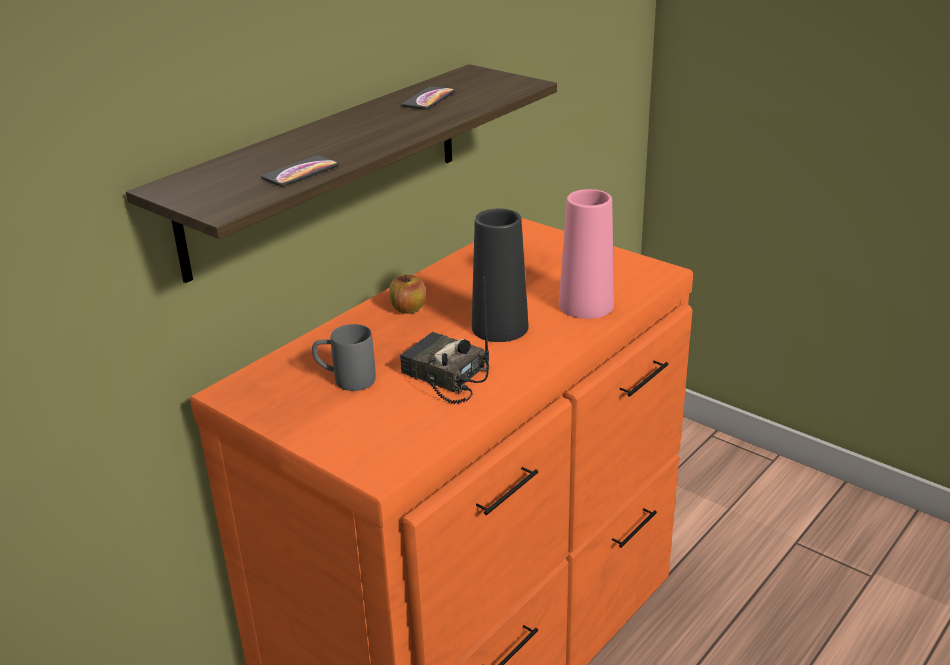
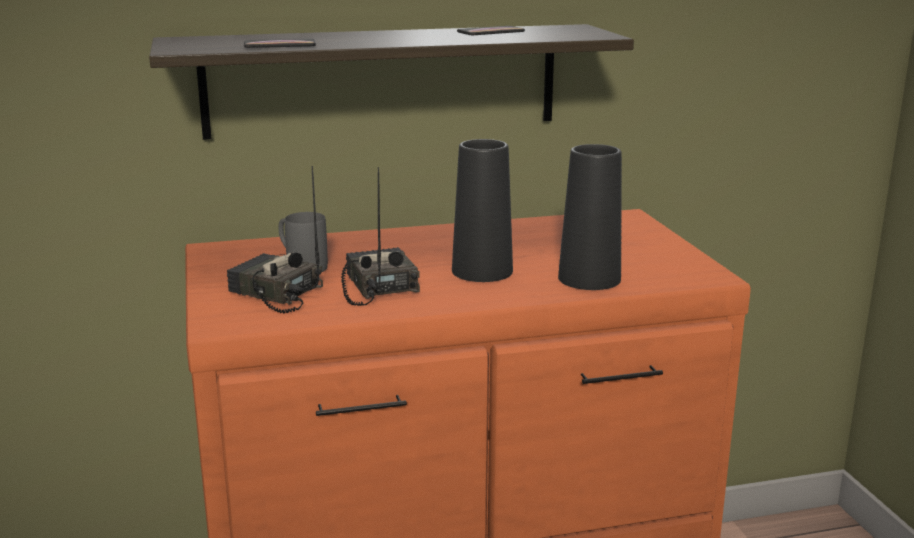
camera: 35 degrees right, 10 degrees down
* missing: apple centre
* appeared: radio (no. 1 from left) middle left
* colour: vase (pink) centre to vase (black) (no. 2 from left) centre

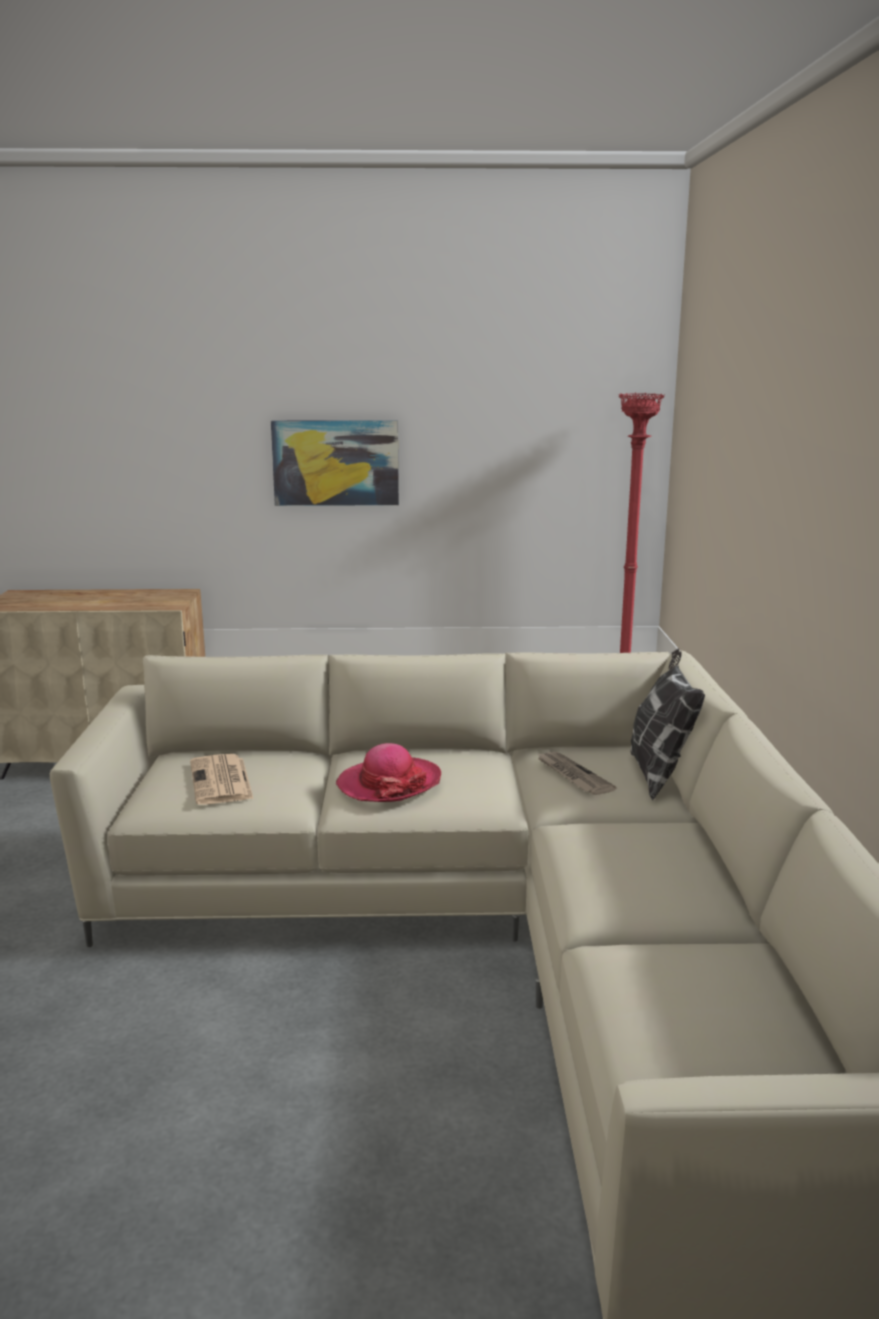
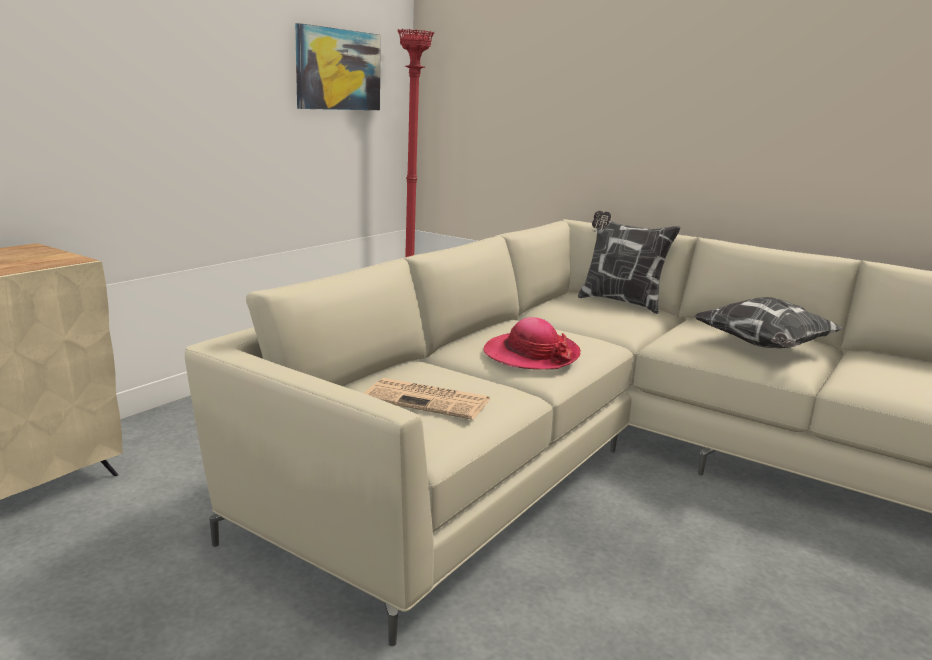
camera: 55 degrees left, 0 degrees up
* missing: newspaper (no. 2 from left) centre
* appeared: pillow (no. 2 from left) middle right
* relocated: picture centre to top centre

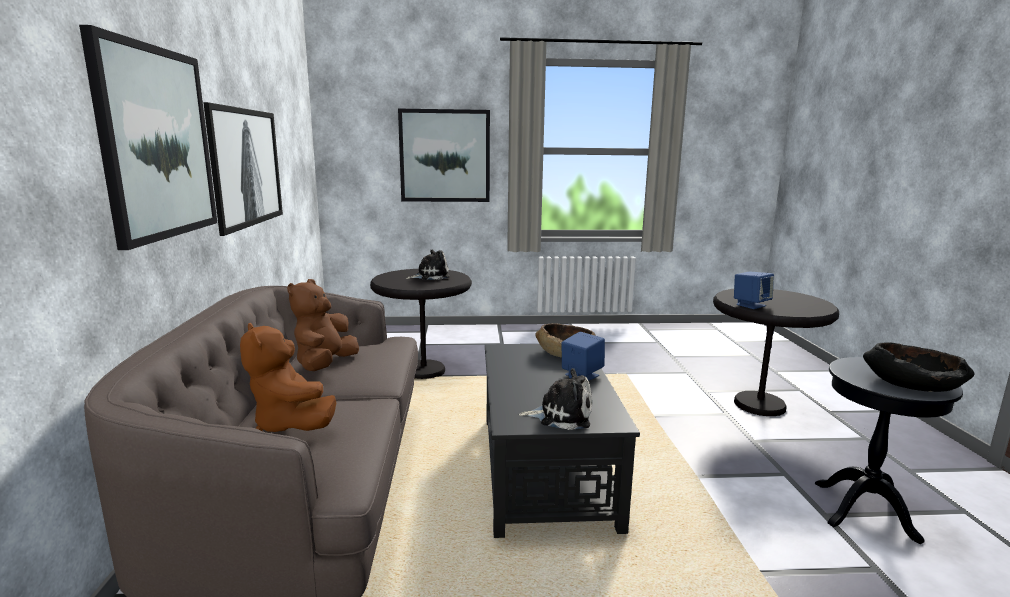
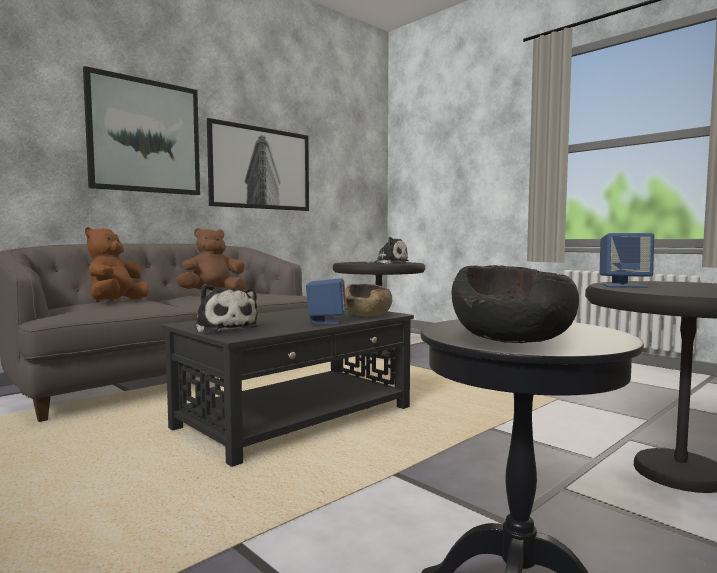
camera: 50 degrees right, 10 degrees down
* missing: picture (no. 3 from left) top centre

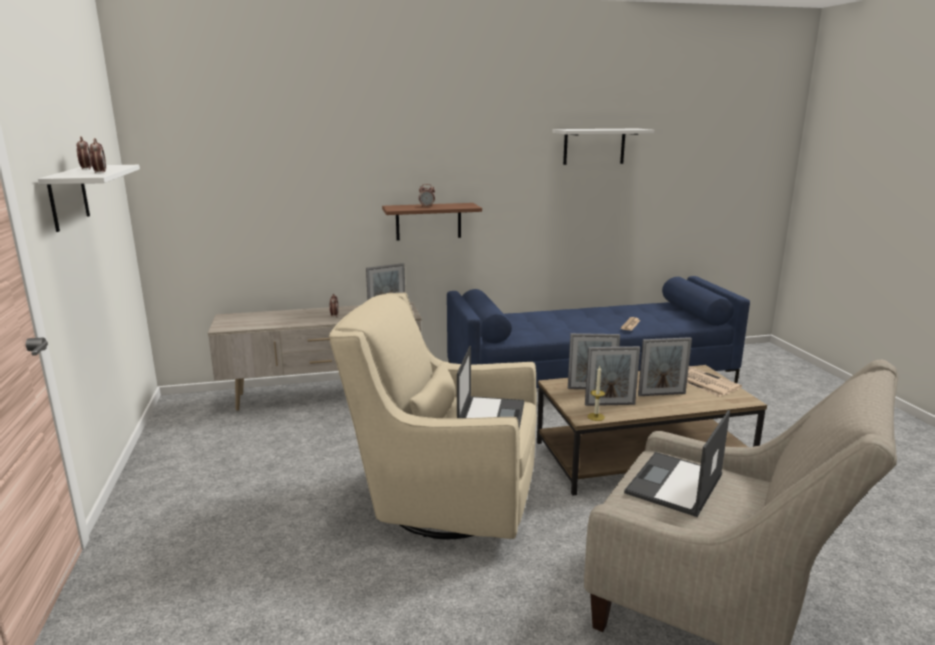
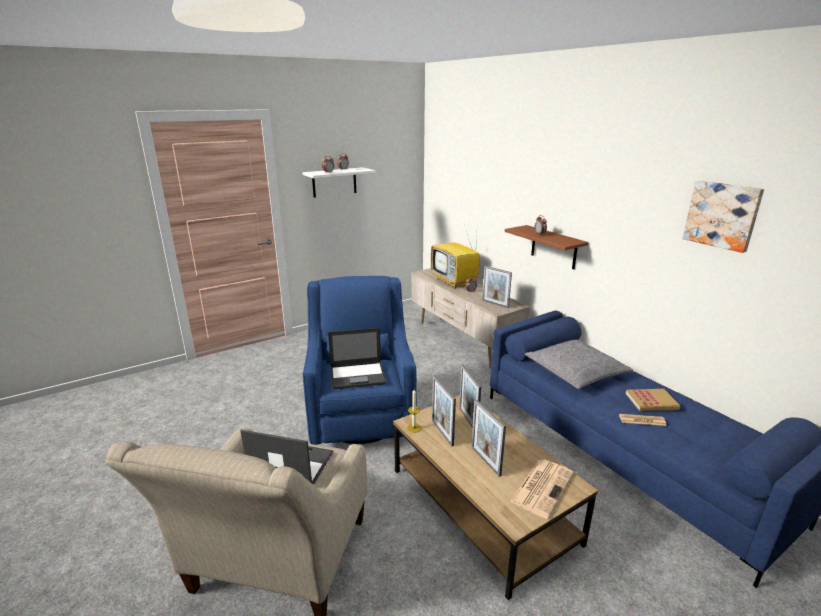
camera: 70 degrees right, 5 degrees up
* appeared: television centre
* appeared: pillow (grey) middle right
* appeared: book middle right
* exchanged: shelf (white) (no. 2 from left) top centre to picture middle right
* colour: armchair (beige) (no. 1 from left) centre to armchair (blue) centre

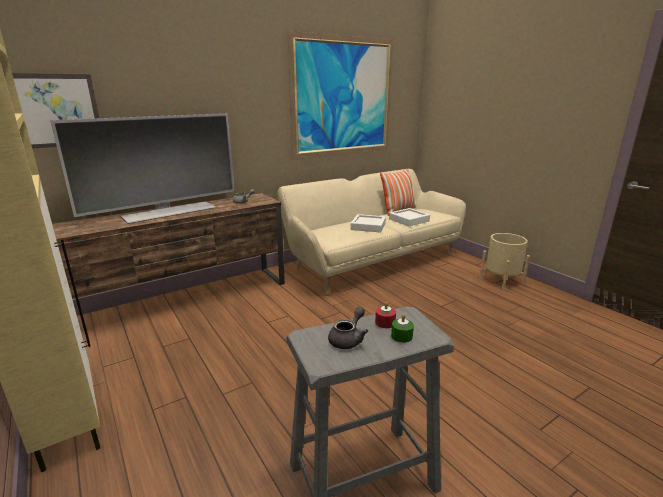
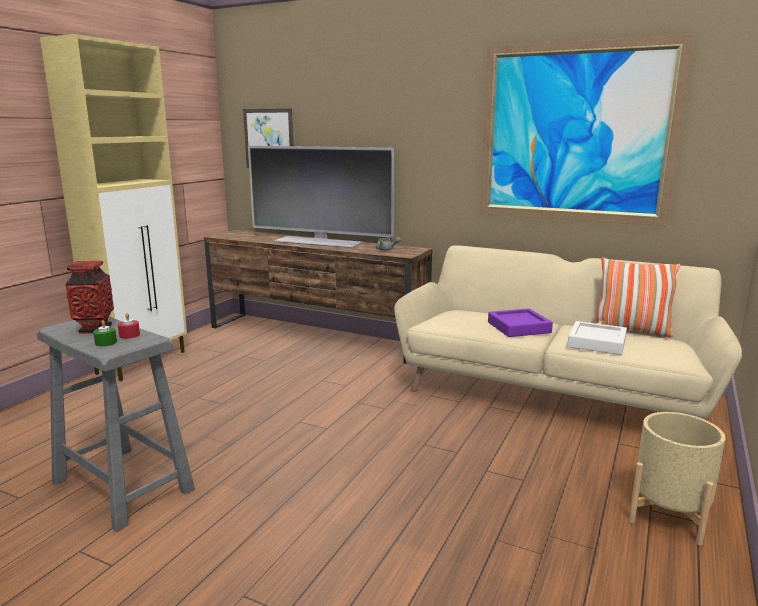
camera: 60 degrees right, 5 degrees down
* exchanged: teapot (grey) (no. 2 from left) centre to vase middle left
* colour: tray (white) (no. 1 from left) centre to tray (purple) middle right

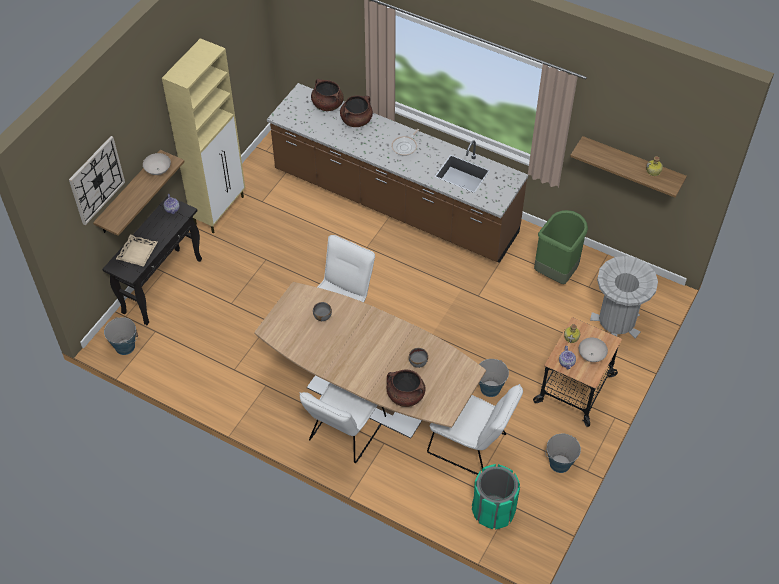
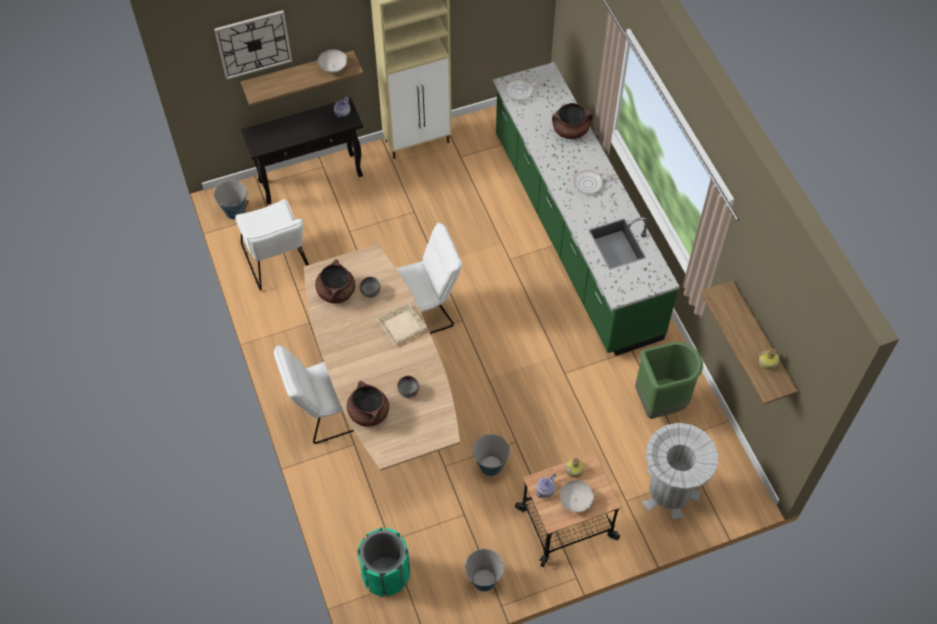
camera: 40 degrees right, 5 degrees up
* appeared: frying pan (no. 1 from left) top centre
* relocated: tray (beige) middle left to centre
* relocated: cooking pot (brown) (no. 1 from left) top centre to centre
* relocated: chair (white) (no. 3 from left in the first image) bottom centre to chair (white) (no. 1 from left) middle left
* colour: counter (brown) top centre to counter (green) centre

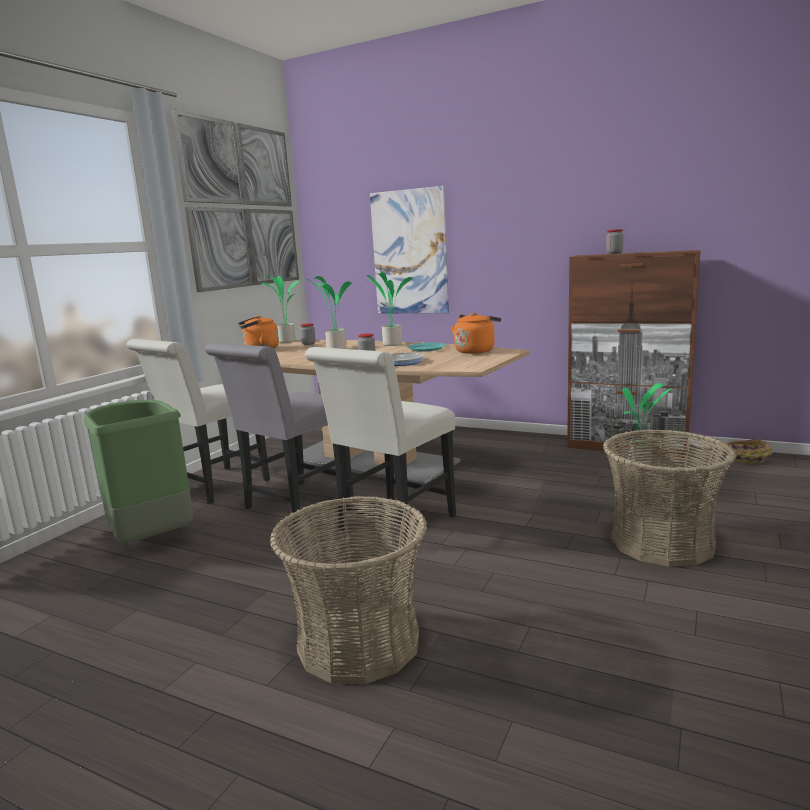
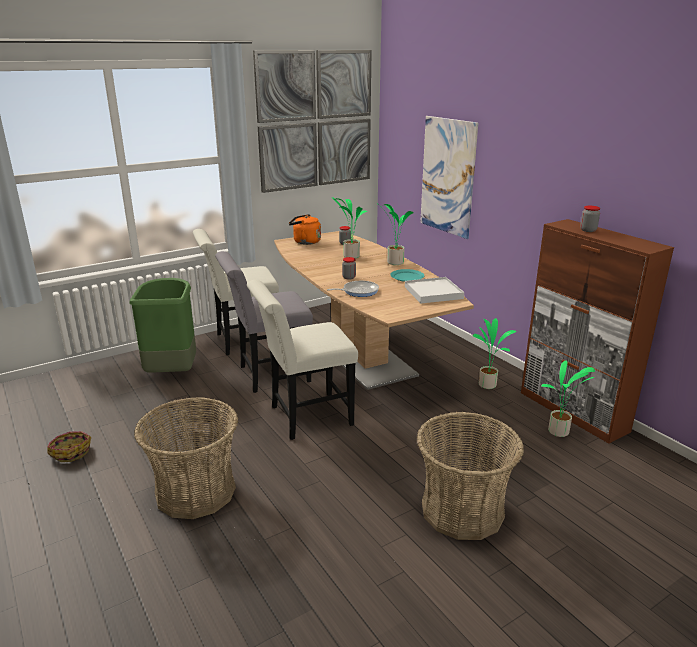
camera: 30 degrees right, 10 degrees up
* relocated: potted plant (no. 1 from left in the first image) centre to potted plant (no. 3 from left) middle right
* relocated: basket (no. 3 from left in the first image) middle right to basket (no. 1 from left) bottom left
* exchanged: kettle (orange) (no. 2 from left) centre to tray (white) centre

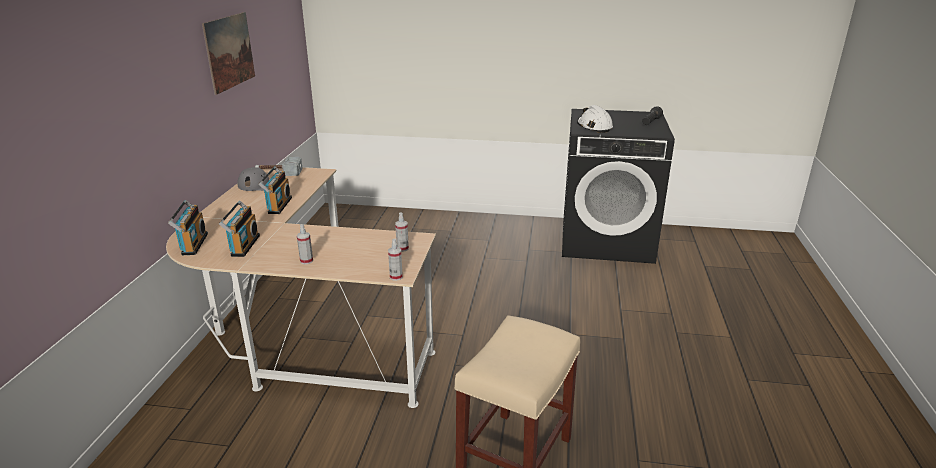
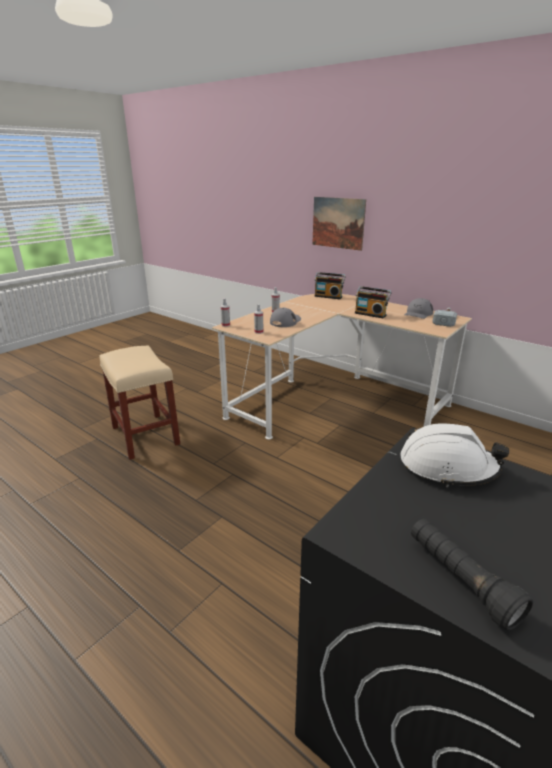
camera: 120 degrees right, 0 degrees up
* missing: radio (no. 2 from left) middle left
* appeared: cap (grey) (no. 1 from left) centre
* relocated: picture top left to top centre

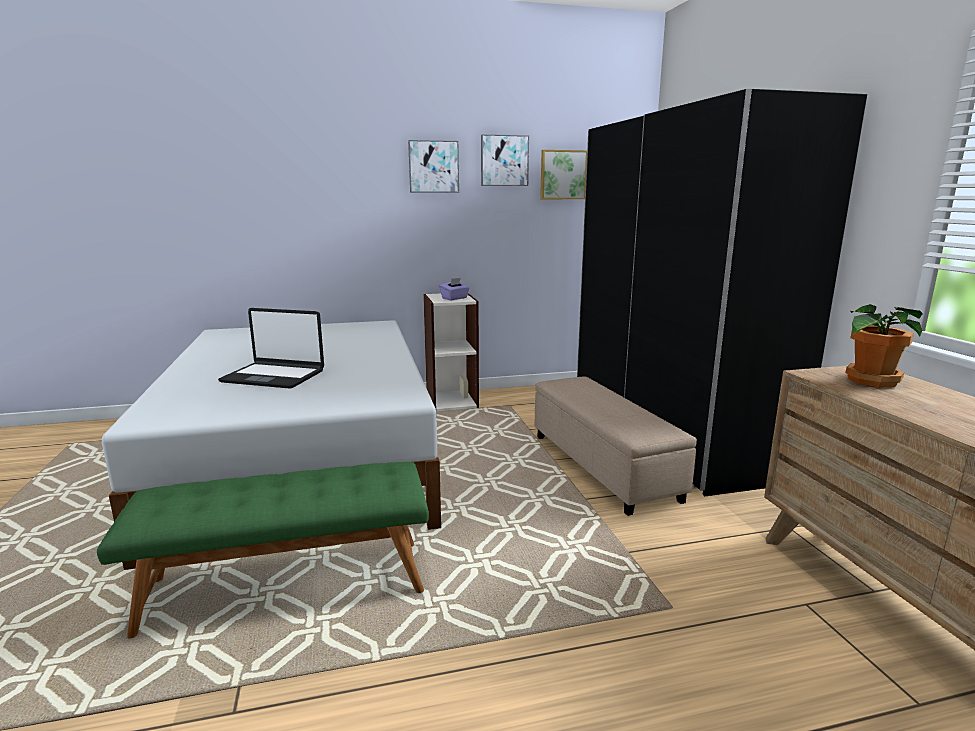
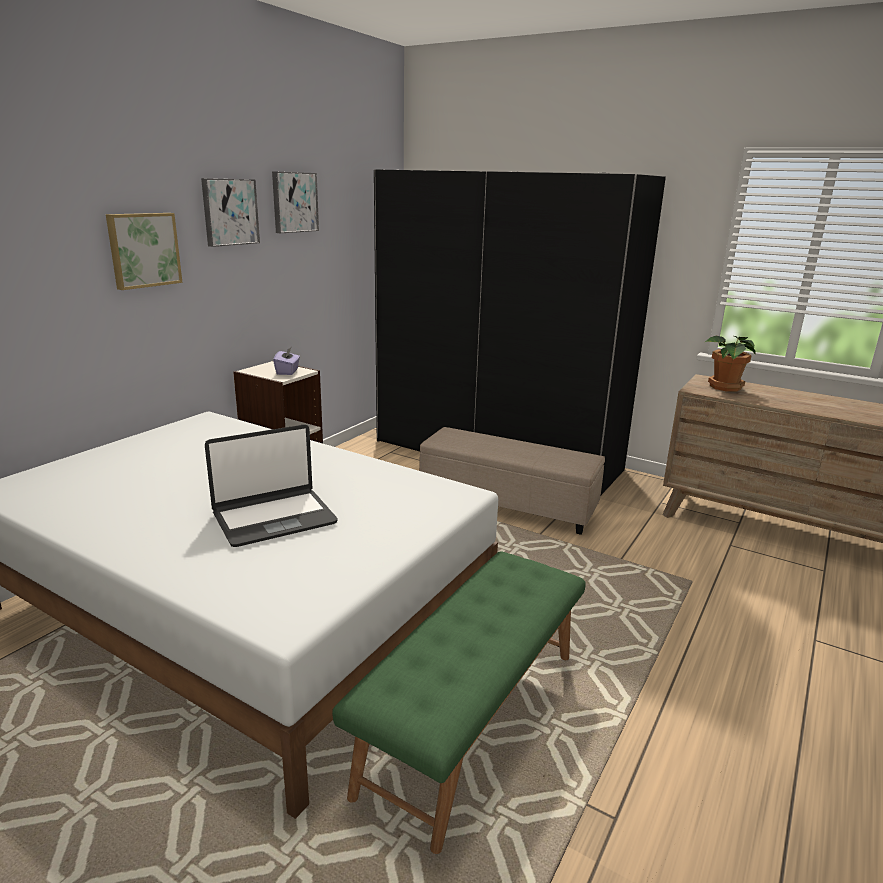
camera: 45 degrees left, 5 degrees up
* relocated: picture (no. 3 from left in the first image) top centre to picture (no. 1 from left) top left

